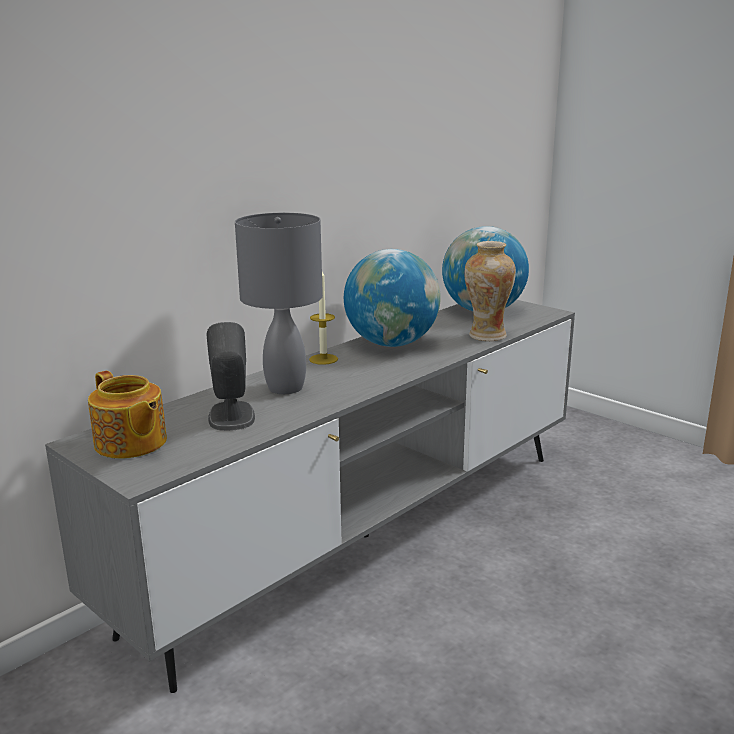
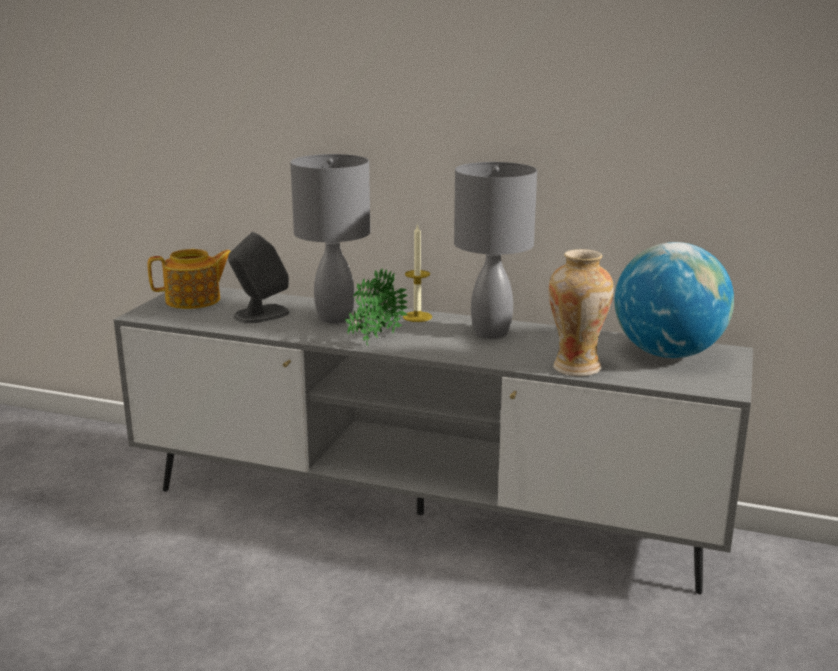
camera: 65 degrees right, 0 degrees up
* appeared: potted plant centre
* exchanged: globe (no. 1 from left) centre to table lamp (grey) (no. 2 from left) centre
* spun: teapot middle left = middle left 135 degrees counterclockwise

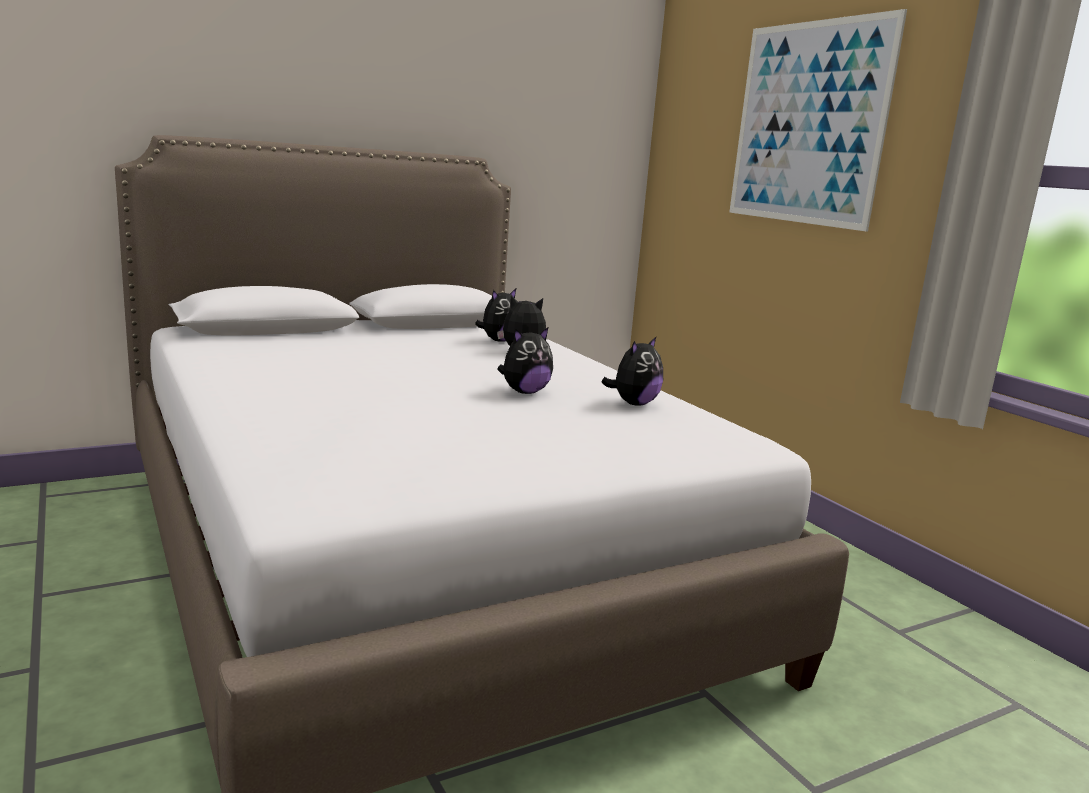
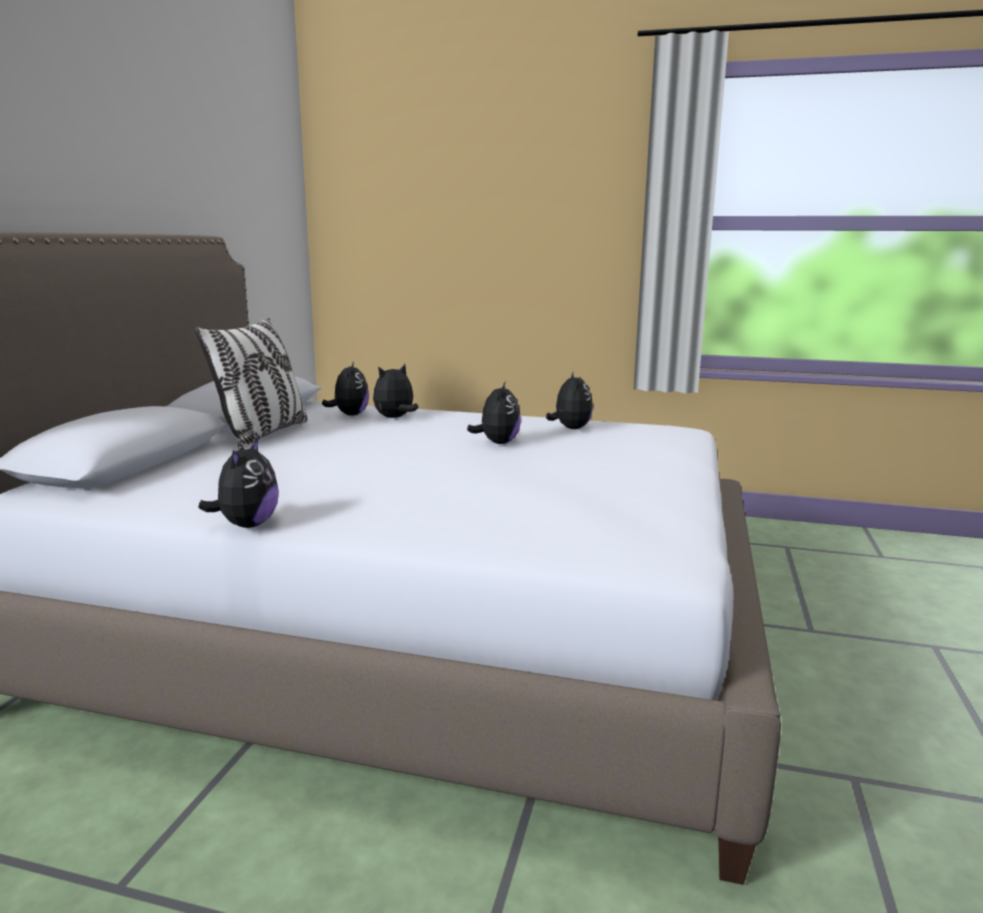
camera: 45 degrees left, 0 degrees up
* missing: picture top right
* appeared: pillow middle left
* appeared: plush toy (no. 1 from left) middle left

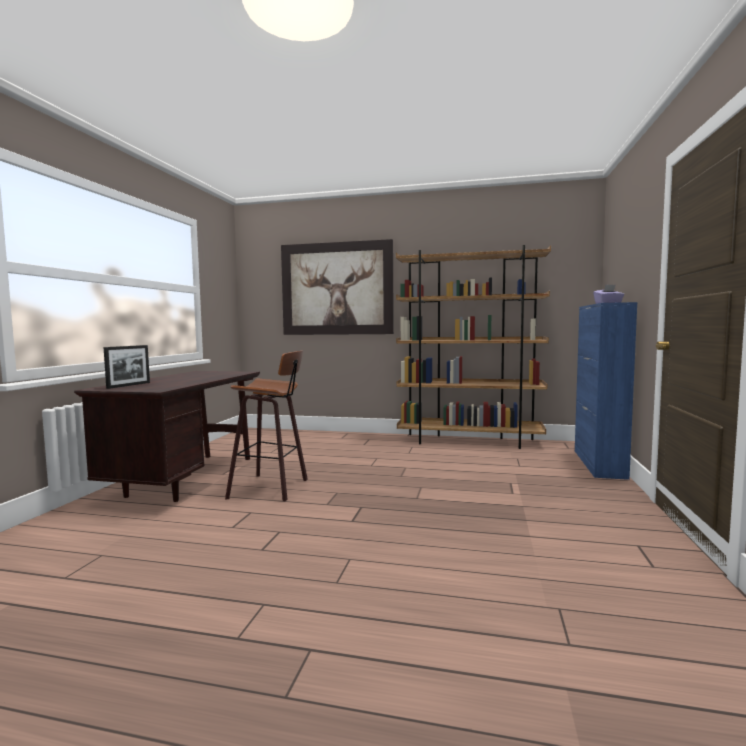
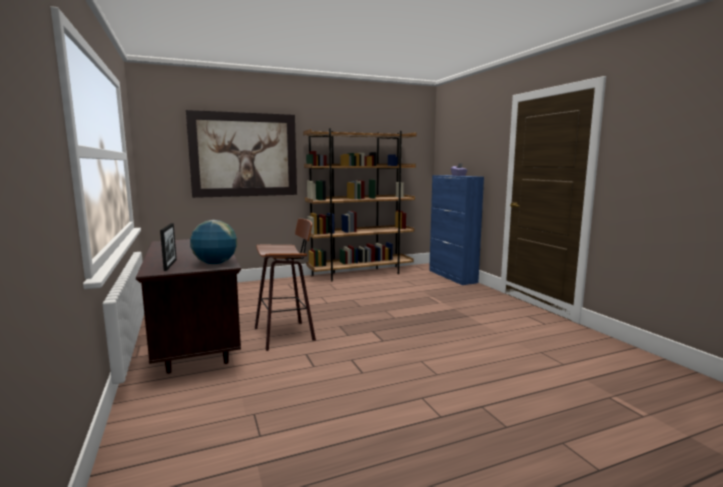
camera: 35 degrees left, 5 degrees up
* appeared: globe middle left

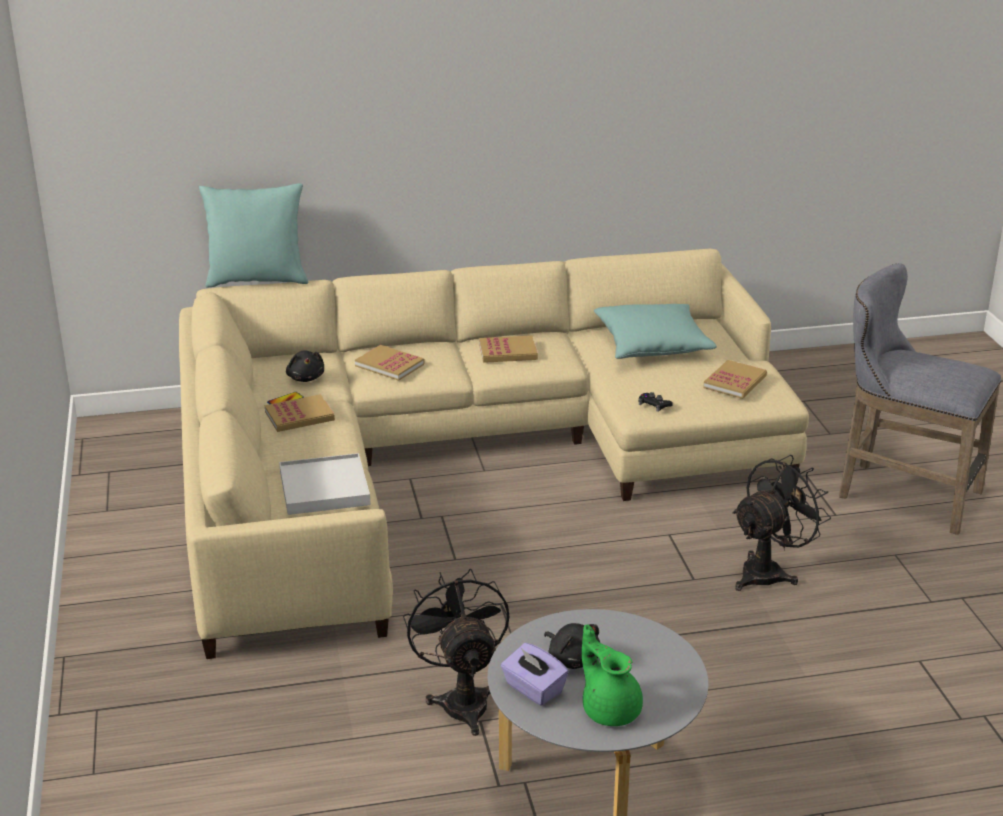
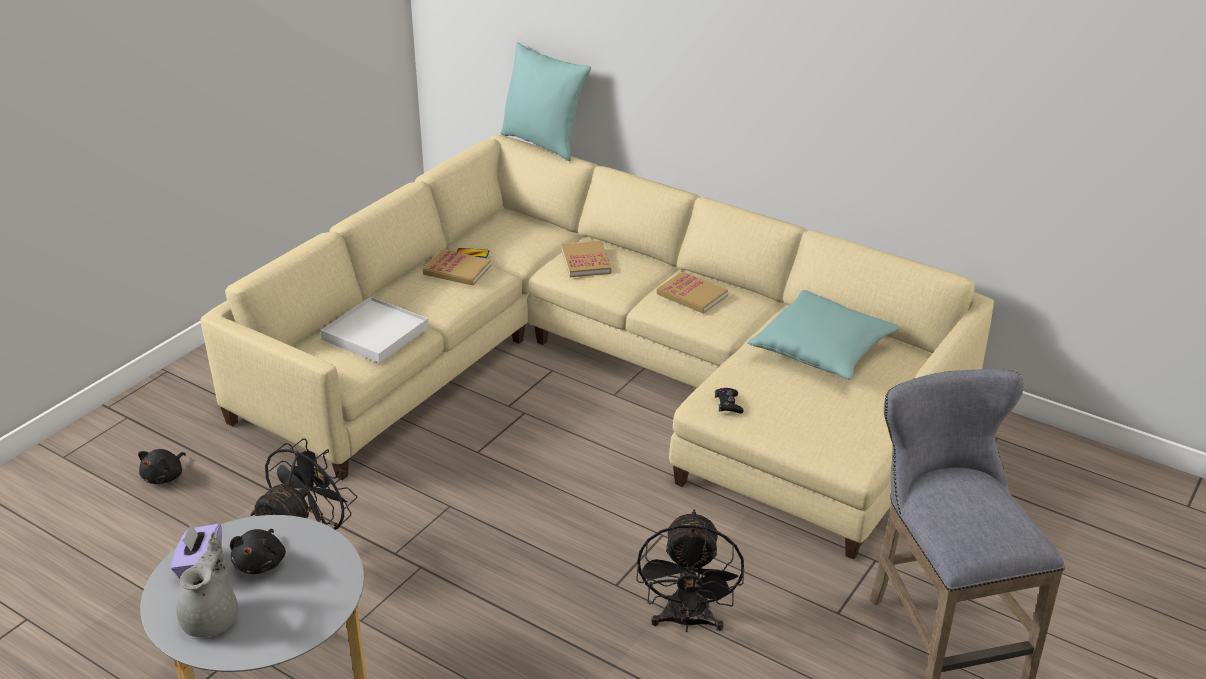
camera: 45 degrees right, 5 degrees up
* missing: book (no. 4 from left) middle right
* relocated: plush toy (black) (no. 1 from left) middle left to bottom left
* colour: teapot (green) bottom centre to teapot (grey) bottom left
* spun: fan (black) (no. 2 from left) middle right = bottom centre 90 degrees clockwise

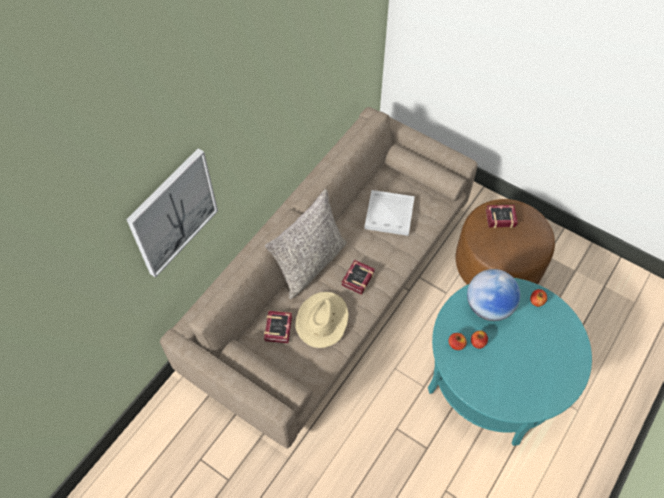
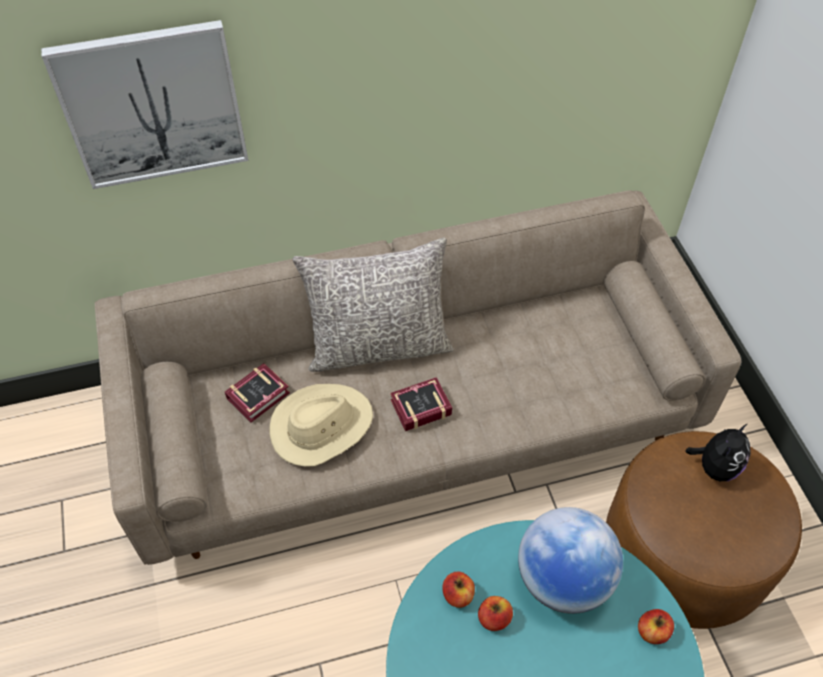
camera: 40 degrees right, 5 degrees down
* missing: tray (white) centre
* exchanged: book (no. 3 from left) middle right to plush toy bottom right

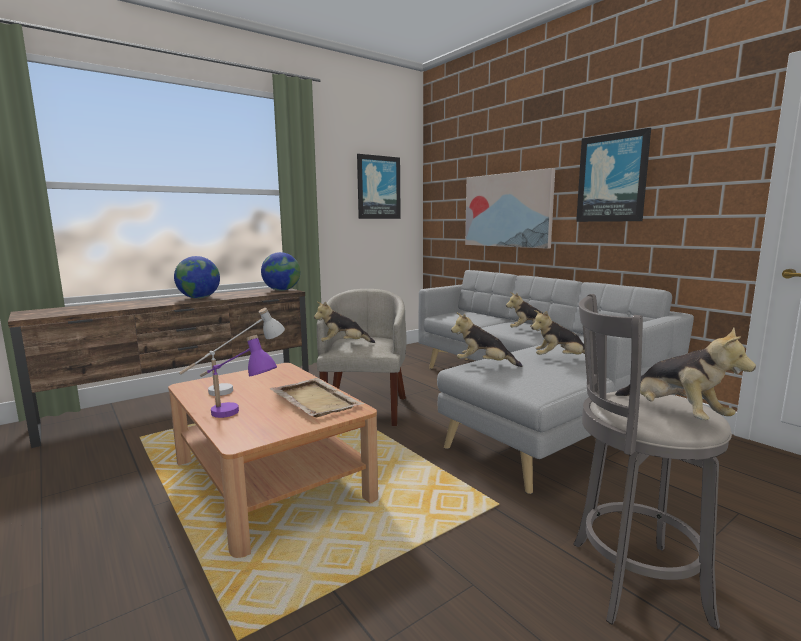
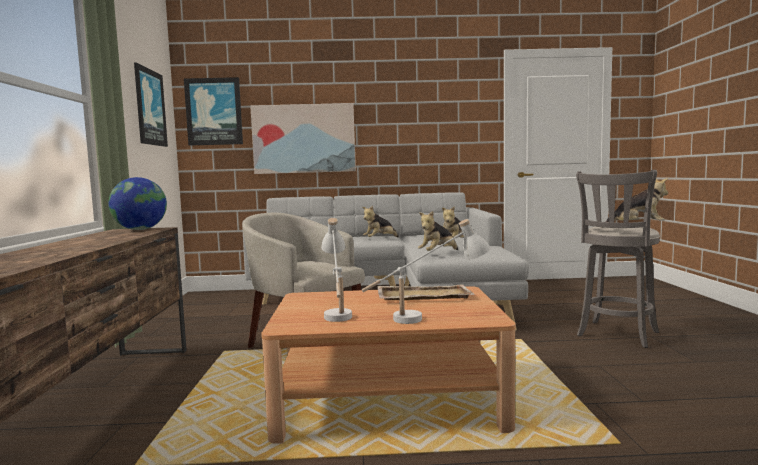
camera: 55 degrees left, 5 degrees down
* missing: globe (no. 1 from left) middle left
* missing: plush toy (no. 1 from left) centre
* relocated: picture (no. 3 from left in the first image) top right to picture (no. 2 from left) top left
* colour: table lamp (purple) middle left to table lamp (white) (no. 2 from left) centre

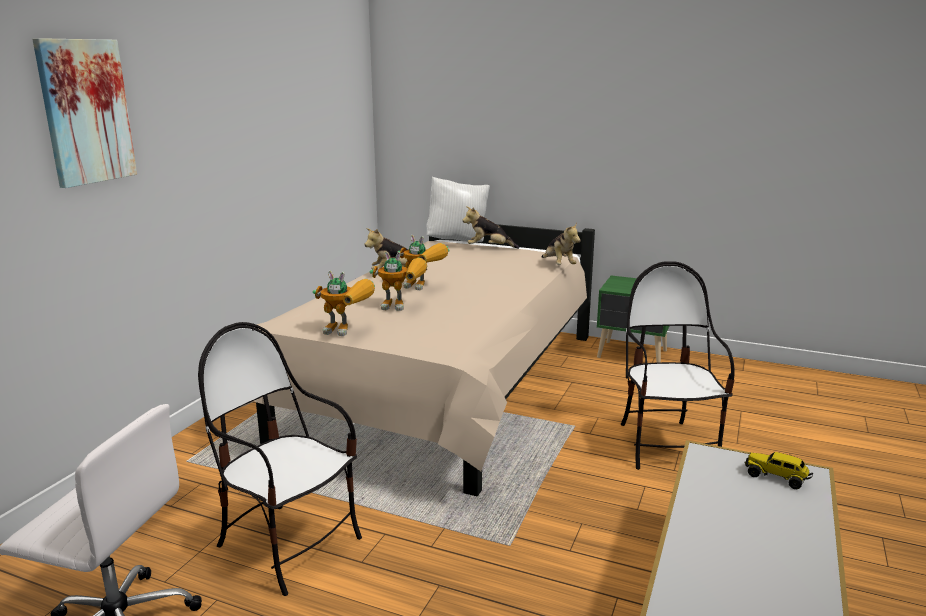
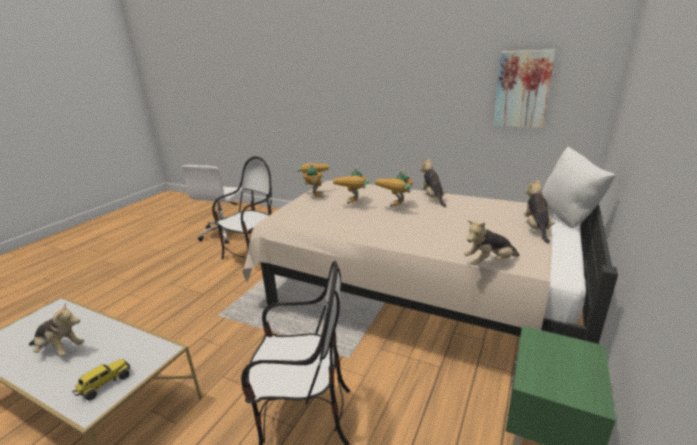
camera: 95 degrees right, 5 degrees up
* appeared: plush toy (no. 1 from left) bottom left
* relocated: picture top left to top right
* spun: toy robot (no. 1 from left) centre = centre 150 degrees clockwise

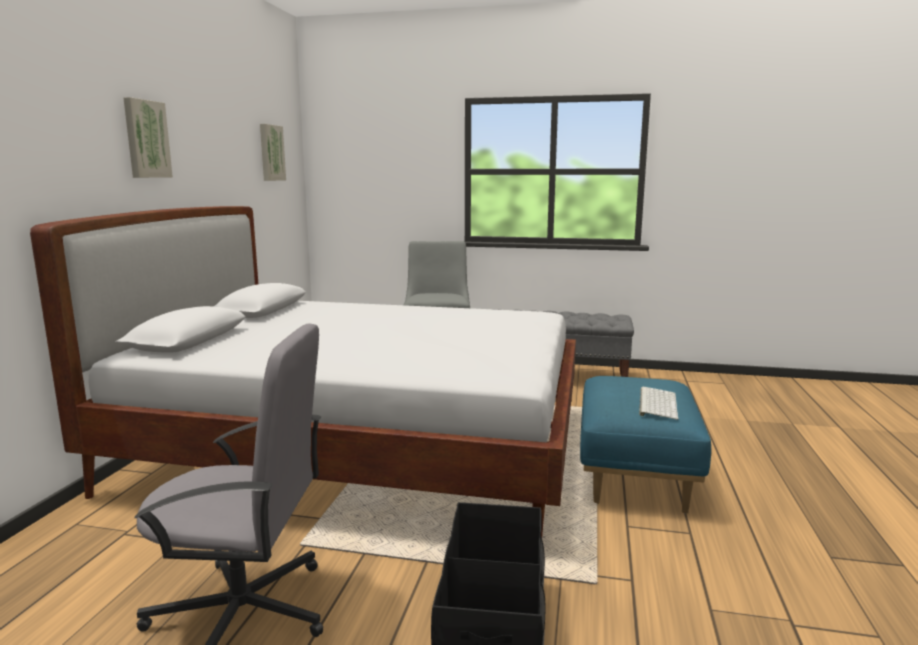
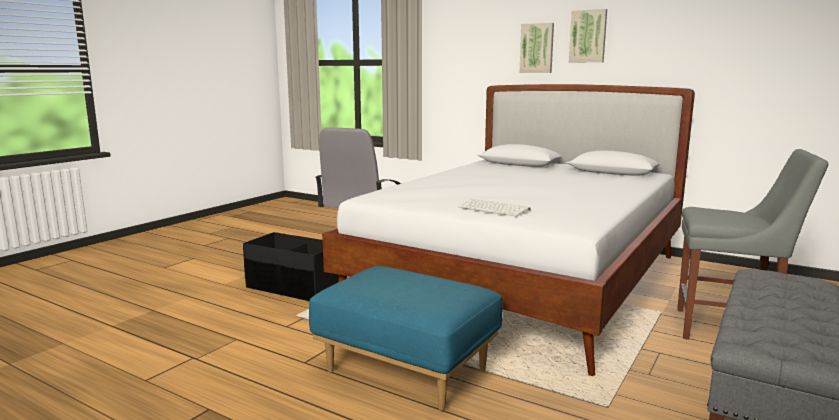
camera: 110 degrees right, 0 degrees up
* relocated: picture (no. 2 from left in the first image) top left to picture (no. 1 from left) top centre
* relocated: keyboard middle right to centre

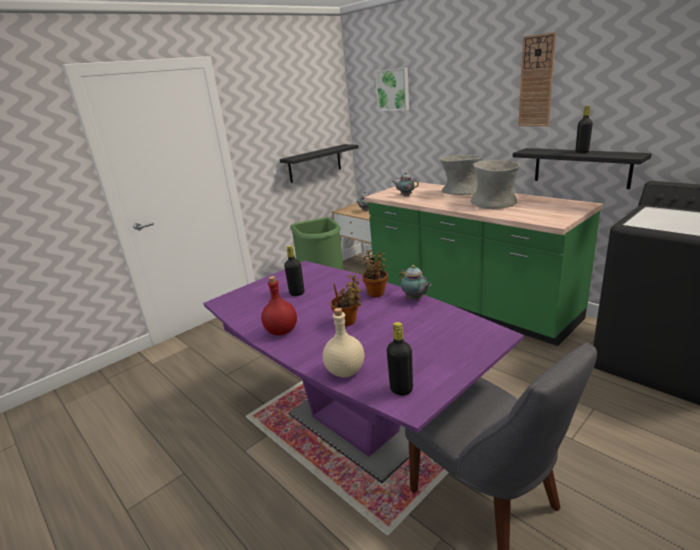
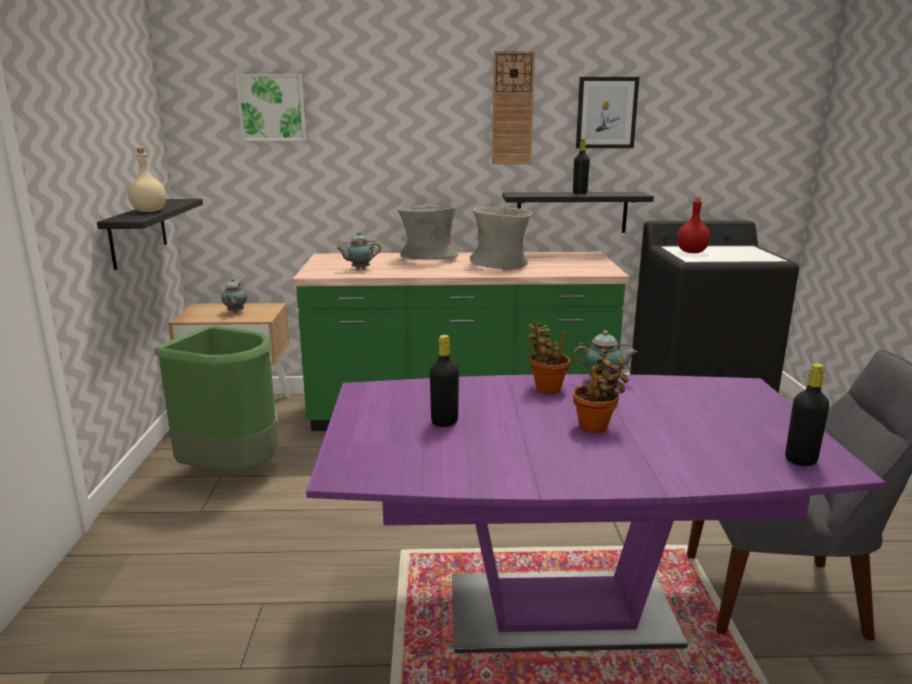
camera: 50 degrees left, 5 degrees down
* appeared: picture (no. 2 from left) top centre
* relocated: bottle (red) centre to top right
* relocated: bottle (beige) centre to top left

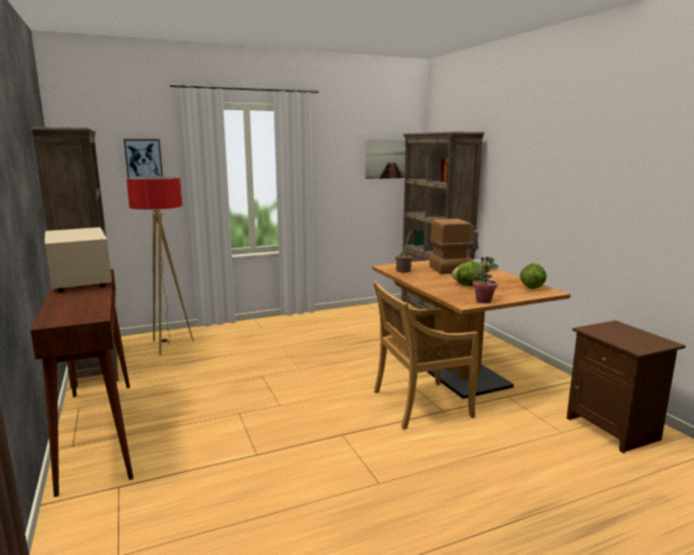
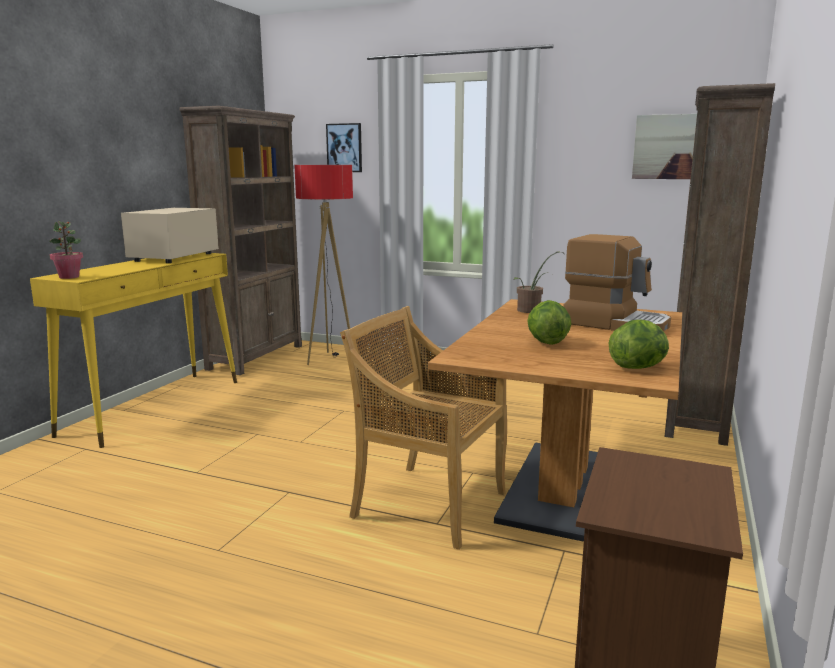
camera: 45 degrees right, 0 degrees up
* relocated: potted plant (no. 2 from left in the first image) middle right to potted plant (no. 1 from left) middle left
* colour: console table (brown) bottom left to console table (yellow) middle left

